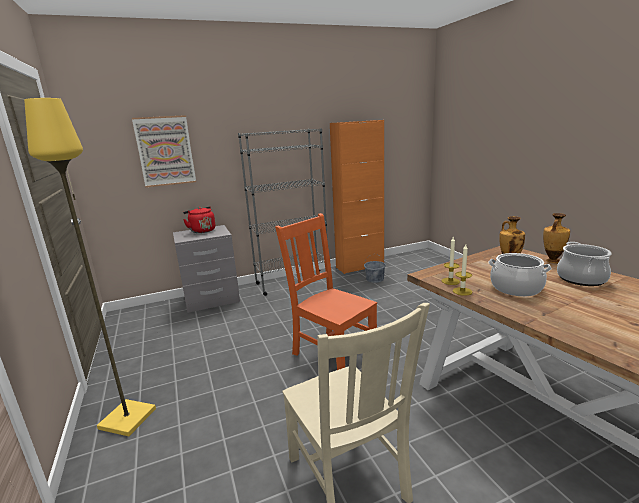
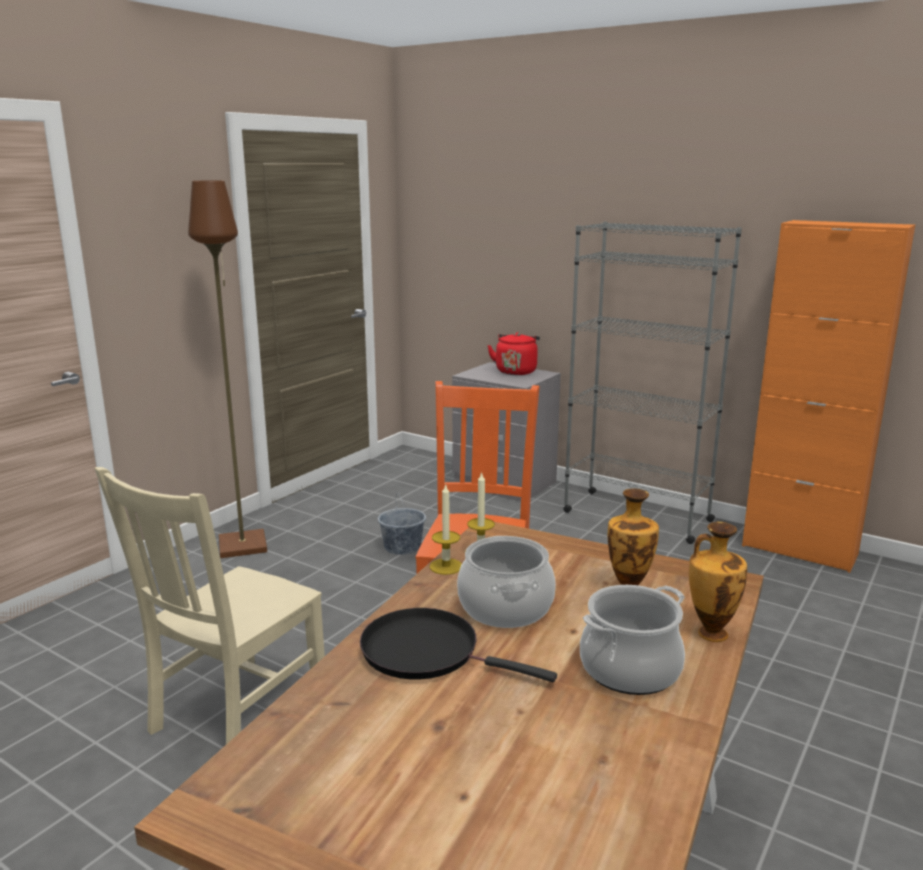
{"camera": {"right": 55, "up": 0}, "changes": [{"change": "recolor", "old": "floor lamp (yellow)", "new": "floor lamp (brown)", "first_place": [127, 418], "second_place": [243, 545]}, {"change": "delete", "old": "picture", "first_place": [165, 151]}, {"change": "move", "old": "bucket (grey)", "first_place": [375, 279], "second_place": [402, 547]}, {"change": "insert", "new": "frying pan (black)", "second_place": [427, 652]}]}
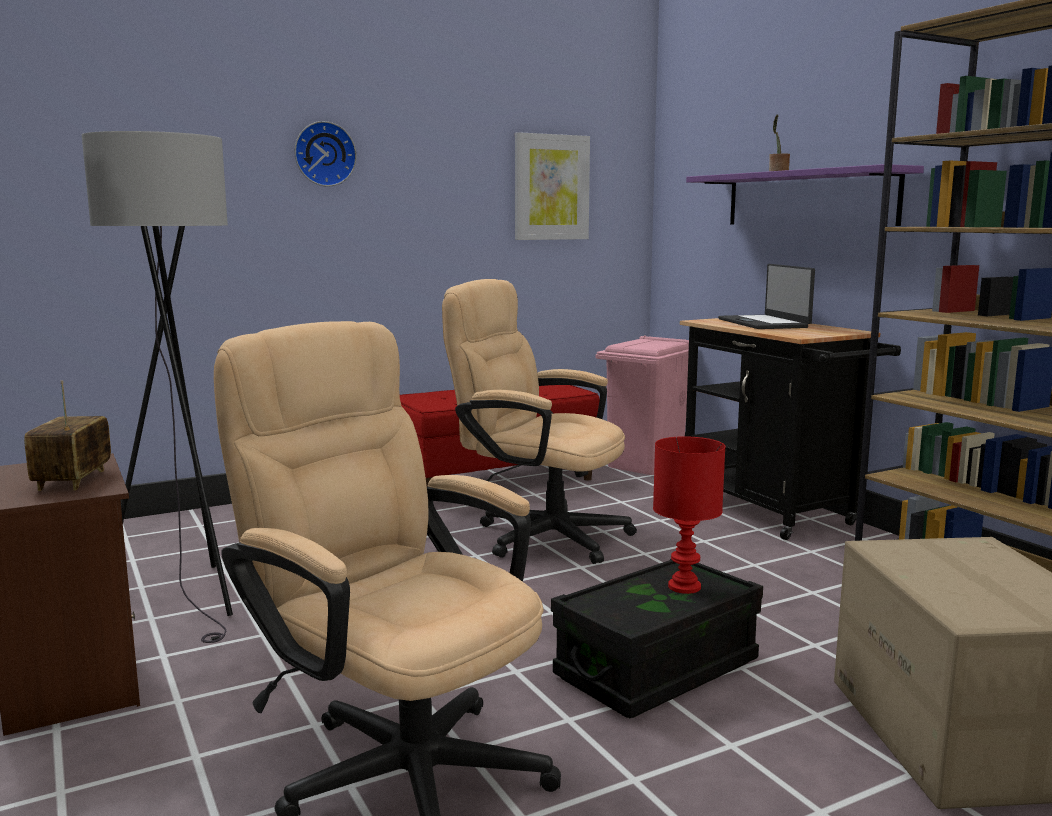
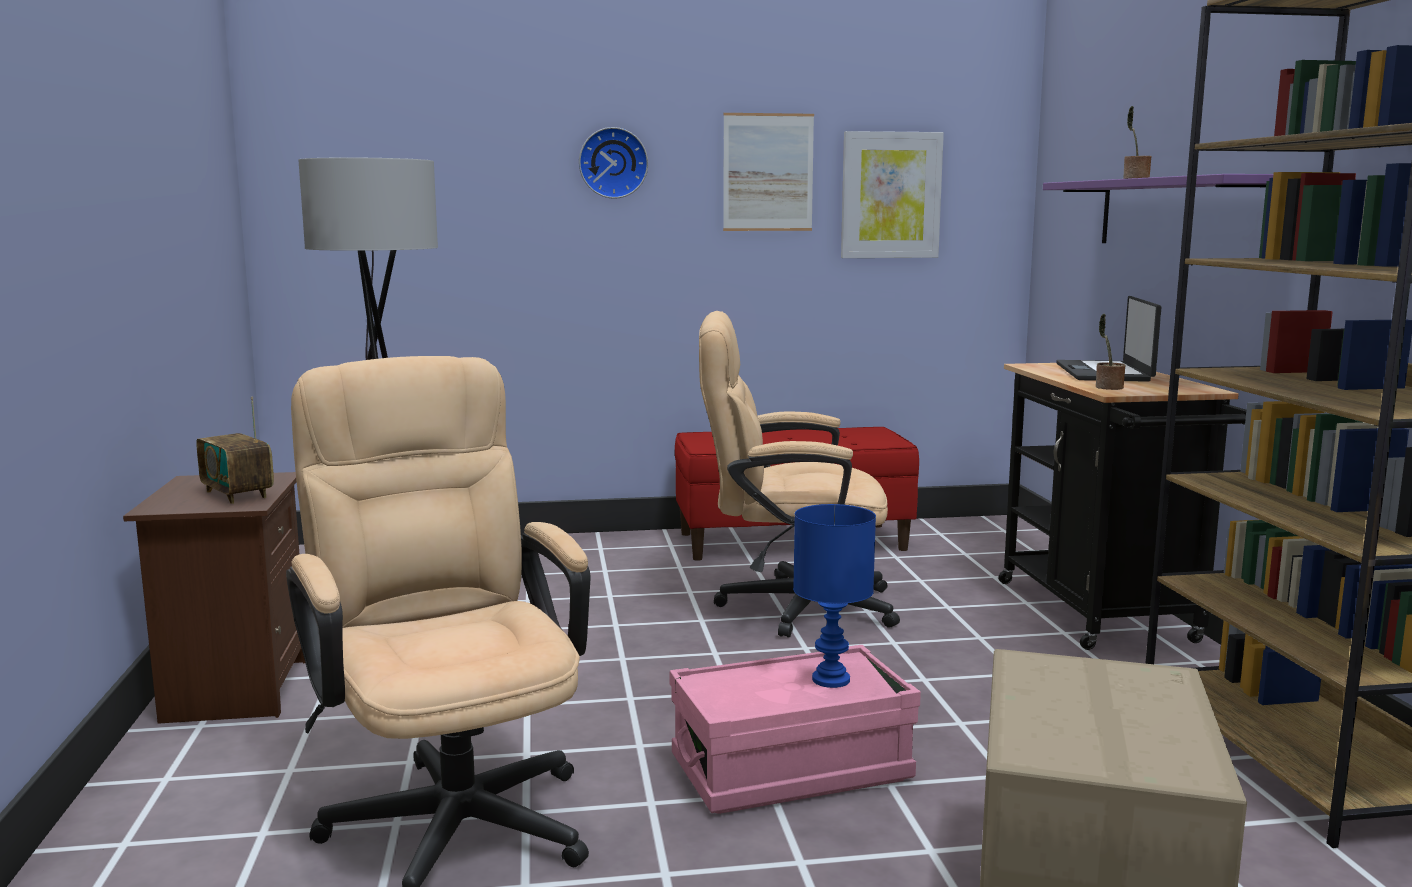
{"camera": {"right": 20, "up": 0}, "changes": [{"change": "rotate", "old": "office chair (beige)", "first_place": [539, 534], "second_place": [789, 606], "degrees": -45}, {"change": "delete", "old": "trash can (pink)", "first_place": [645, 464]}, {"change": "rotate", "old": "radio", "first_place": [73, 480], "second_place": [237, 494], "degrees": -60}, {"change": "recolor", "old": "table lamp (red)", "new": "table lamp (blue)", "first_place": [684, 586], "second_place": [831, 679]}, {"change": "recolor", "old": "storage box (black)", "new": "storage box (pink)", "first_place": [656, 669], "second_place": [790, 769]}, {"change": "insert", "new": "picture", "second_place": [768, 172]}, {"change": "insert", "new": "potted plant", "second_place": [1107, 387]}]}
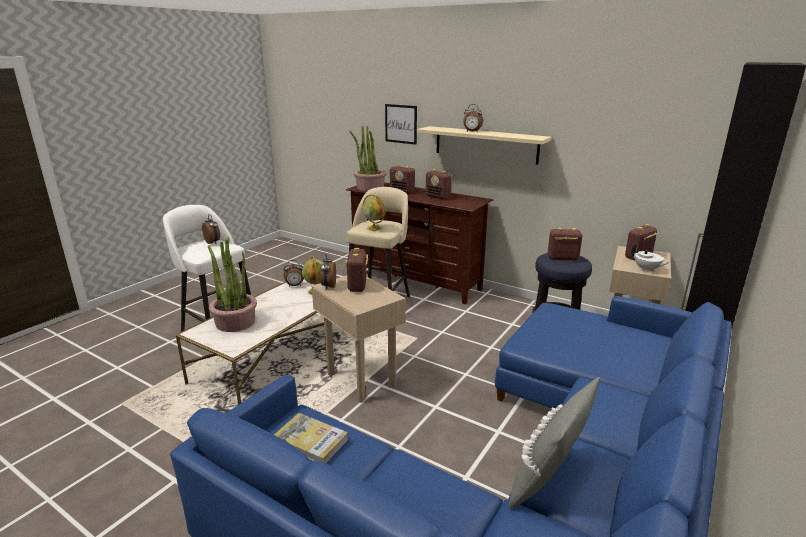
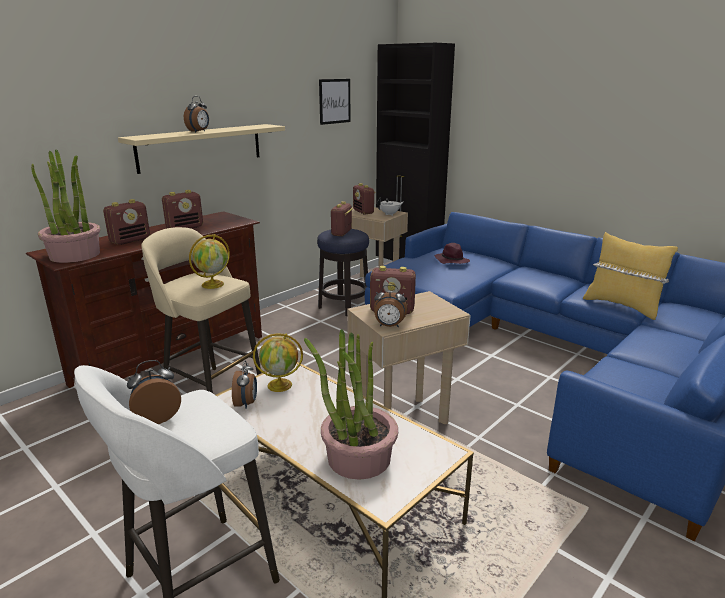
{"camera": {"right": -80, "up": 0}, "changes": [{"change": "move", "old": "picture", "first_place": [401, 124], "second_place": [334, 101]}, {"change": "recolor", "old": "pillow (grey)", "new": "pillow (yellow)", "first_place": [549, 481], "second_place": [622, 306]}, {"change": "delete", "old": "book", "first_place": [310, 441]}, {"change": "insert", "new": "hat (purple)", "second_place": [451, 261]}]}
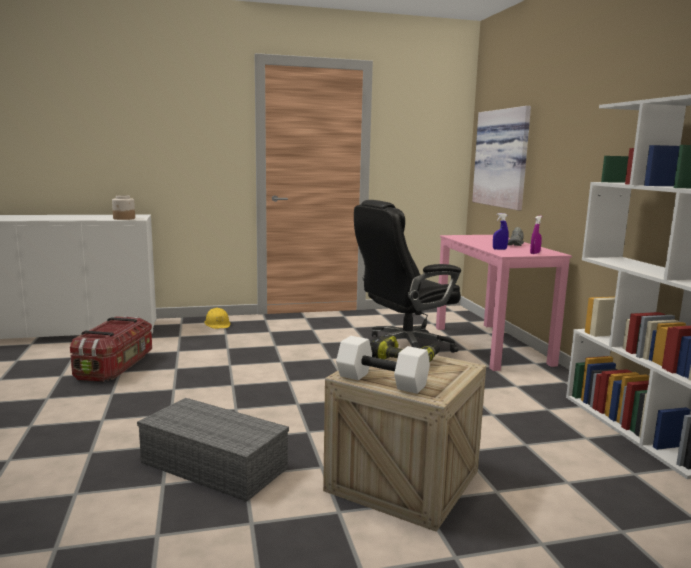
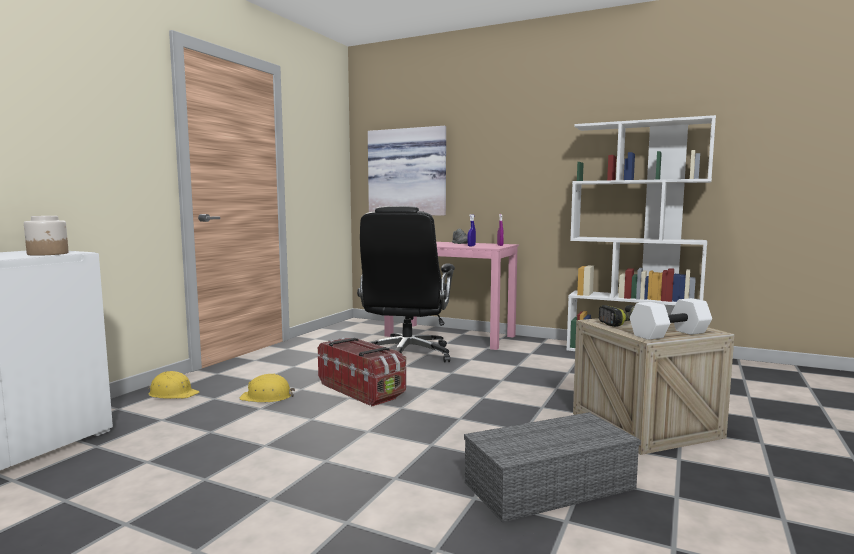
{"camera": {"right": -50, "up": -5}, "changes": [{"change": "move", "old": "storage box", "first_place": [116, 366], "second_place": [362, 390]}, {"change": "insert", "new": "hard hat (yellow)", "second_place": [267, 397]}]}
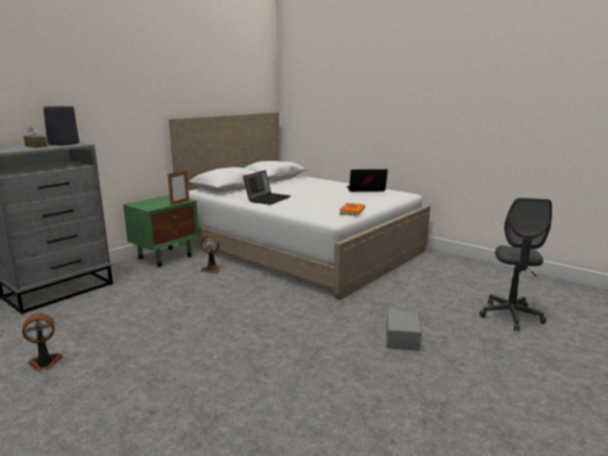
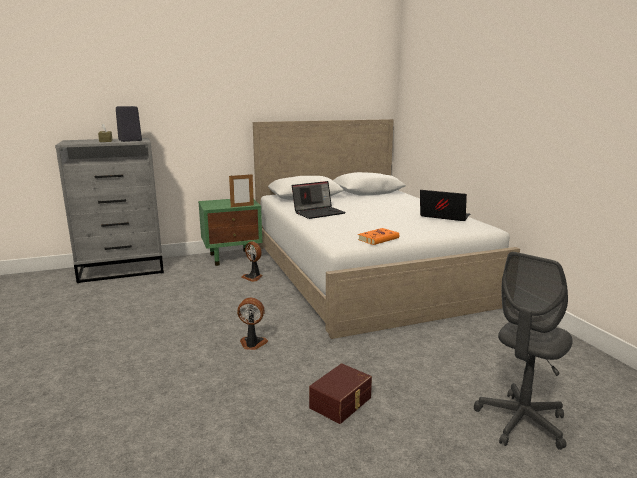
{"camera": {"right": 30, "up": 0}, "changes": [{"change": "recolor", "old": "storage box (grey)", "new": "storage box (brown)", "first_place": [403, 338], "second_place": [342, 403]}, {"change": "move", "old": "fan", "first_place": [45, 363], "second_place": [252, 344]}]}
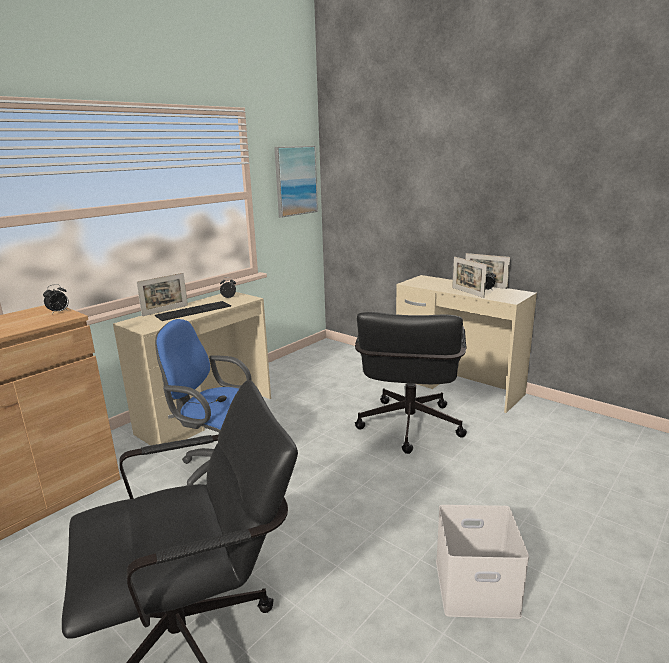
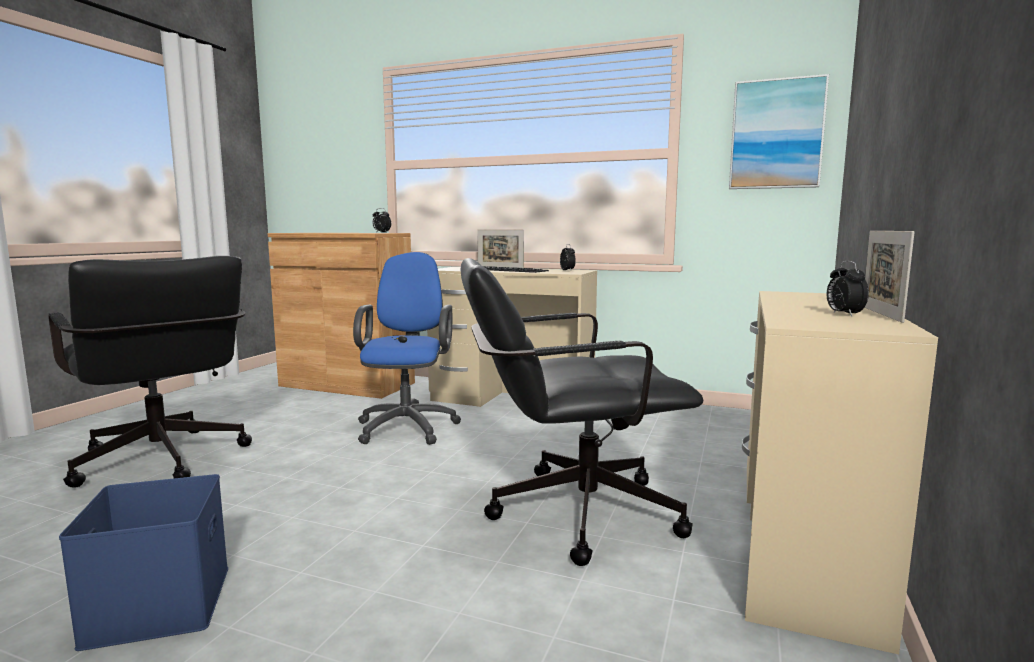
{"camera": {"right": 70, "up": -10}, "changes": [{"change": "delete", "old": "picture frame", "first_place": [467, 292]}, {"change": "recolor", "old": "storage box (white)", "new": "storage box (blue)", "first_place": [474, 588], "second_place": [157, 603]}]}
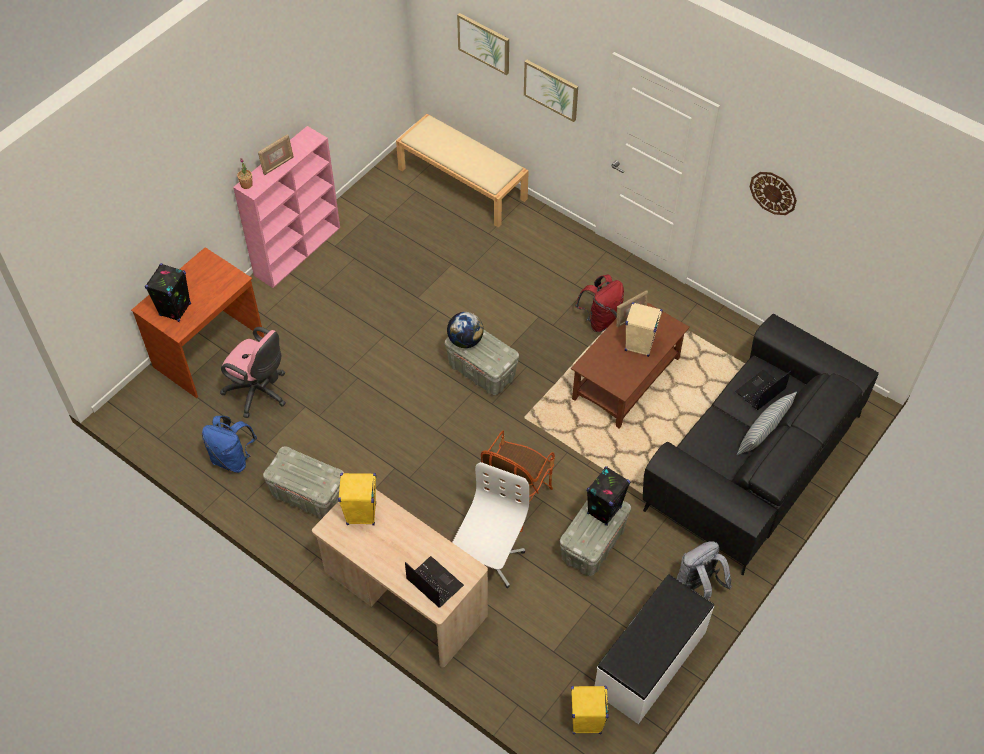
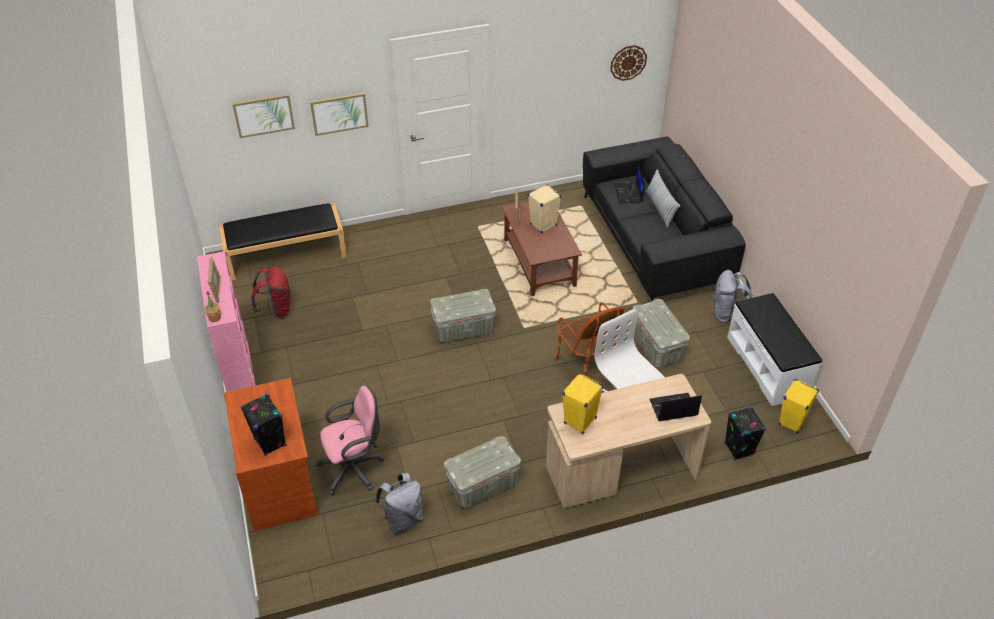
{"camera": {"right": -55, "up": -10}, "changes": [{"change": "recolor", "old": "bench (beige)", "new": "bench (black)", "first_place": [463, 184], "second_place": [286, 254]}, {"change": "move", "old": "wall clock", "first_place": [773, 192], "second_place": [628, 62]}, {"change": "move", "old": "backpack (red)", "first_place": [600, 319], "second_place": [276, 310]}, {"change": "delete", "old": "globe", "first_place": [465, 340]}, {"change": "recolor", "old": "backpack (blue)", "new": "backpack (grey)", "first_place": [233, 459], "second_place": [403, 519]}, {"change": "move", "old": "speaker (black)", "first_place": [604, 510], "second_place": [738, 449]}]}
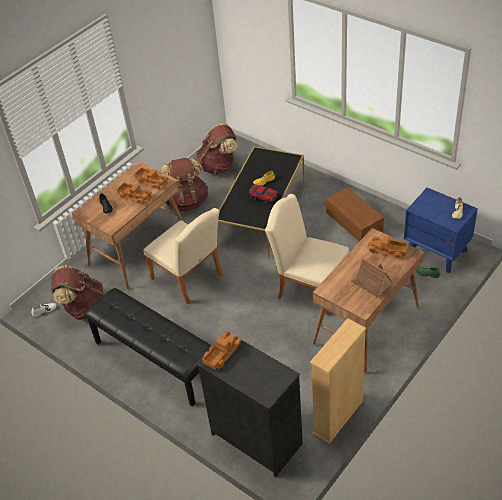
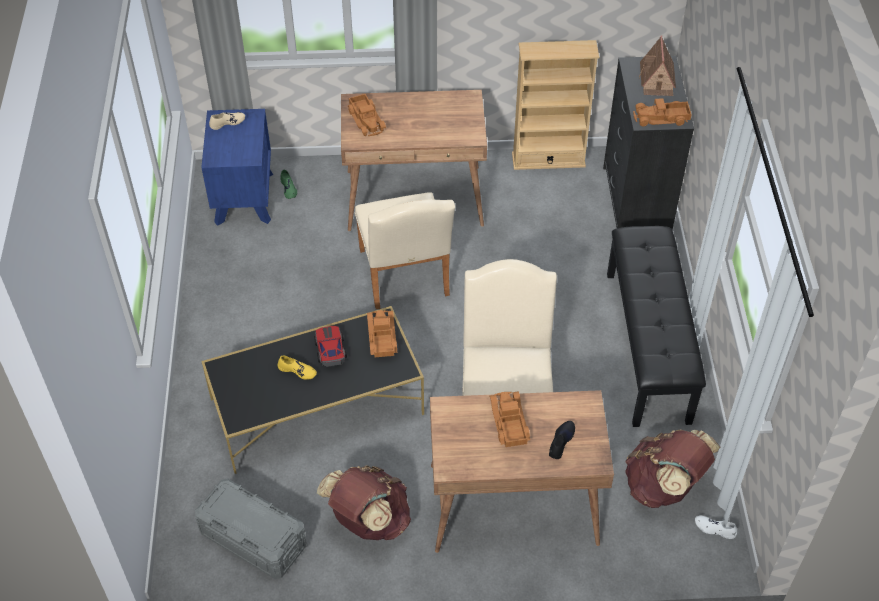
{"camera": {"right": -135, "up": 5}, "changes": [{"change": "replace", "old": "backpack (brown)", "new": "storage box (grey)", "first_place": [219, 166], "second_place": [253, 538]}, {"change": "move", "old": "toy truck", "first_place": [152, 181], "second_place": [381, 337]}, {"change": "delete", "old": "storage box (brown)", "first_place": [355, 221]}, {"change": "move", "old": "toy house", "first_place": [371, 283], "second_place": [657, 80]}]}
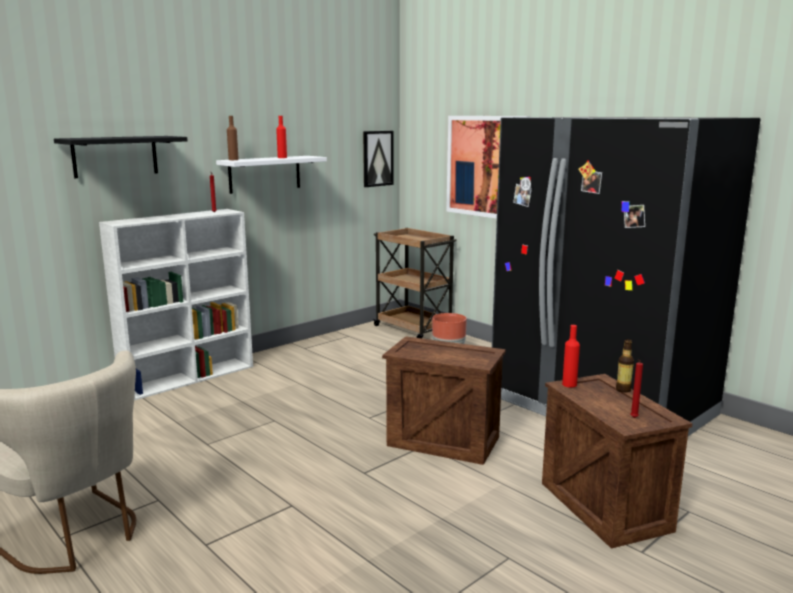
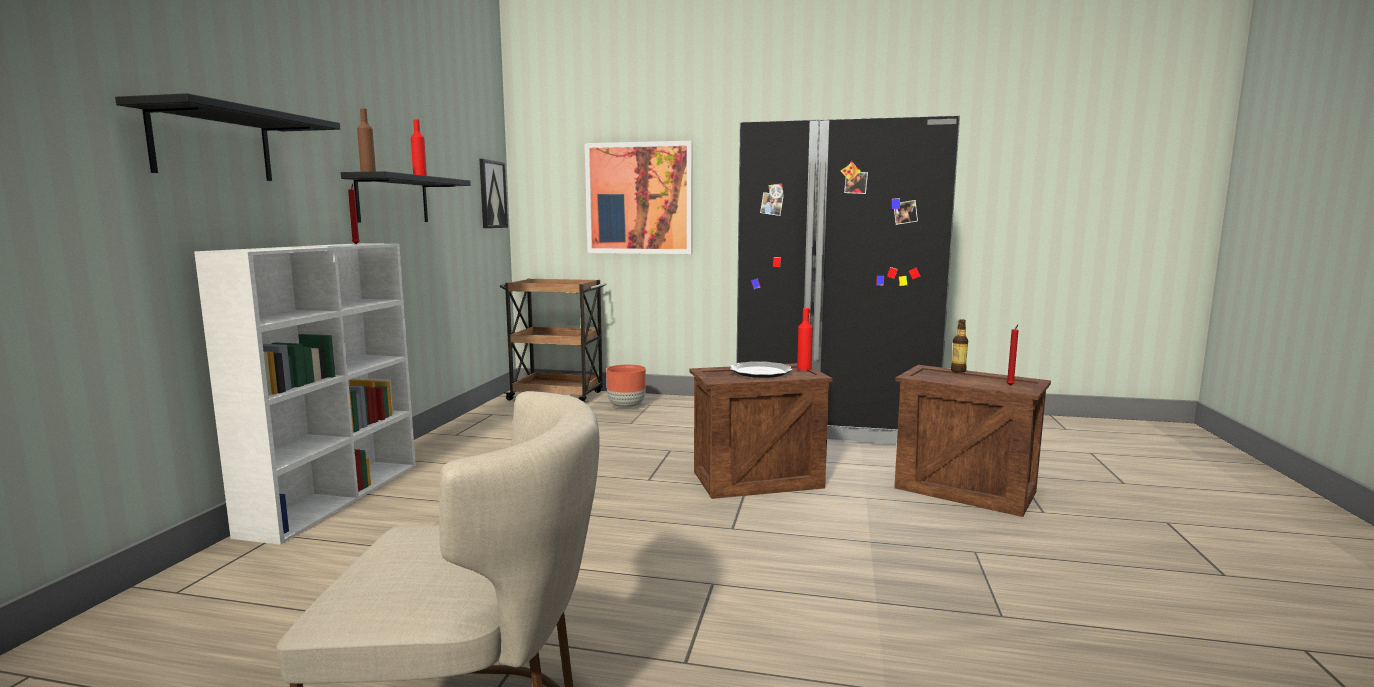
{"camera": {"right": -35, "up": -5}, "changes": [{"change": "recolor", "old": "shelf (white)", "new": "shelf (black)", "first_place": [265, 174], "second_place": [393, 199]}, {"change": "move", "old": "bottle (red)", "first_place": [569, 384], "second_place": [804, 369]}, {"change": "insert", "new": "plate", "second_place": [761, 372]}]}
